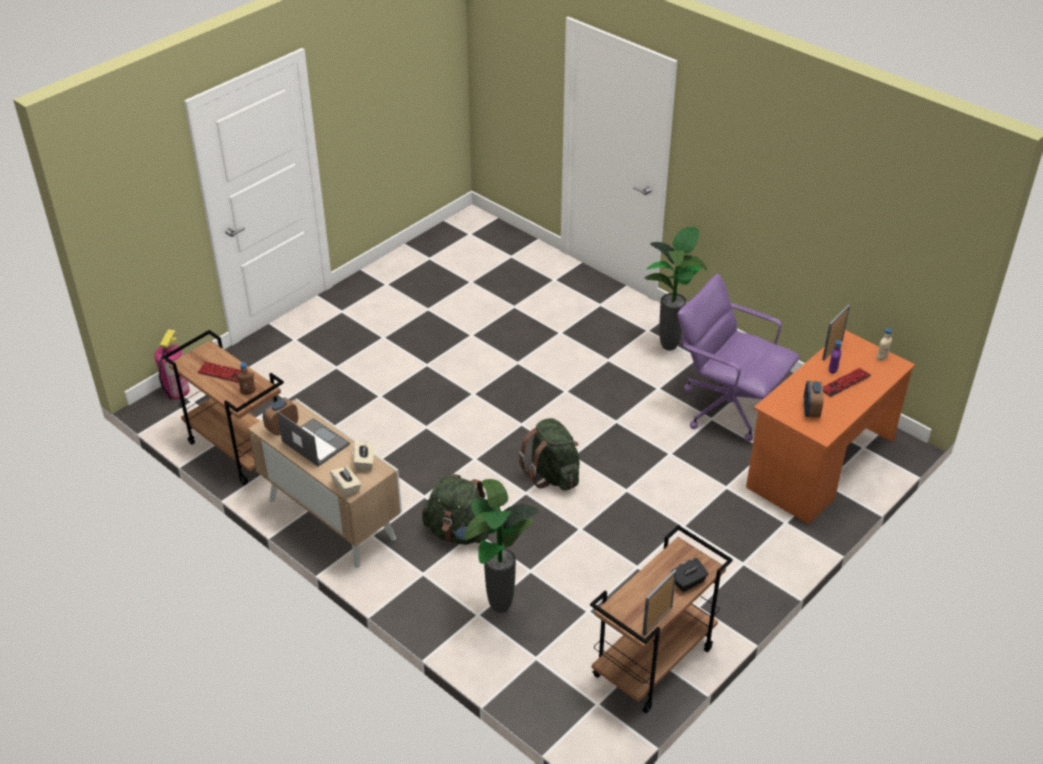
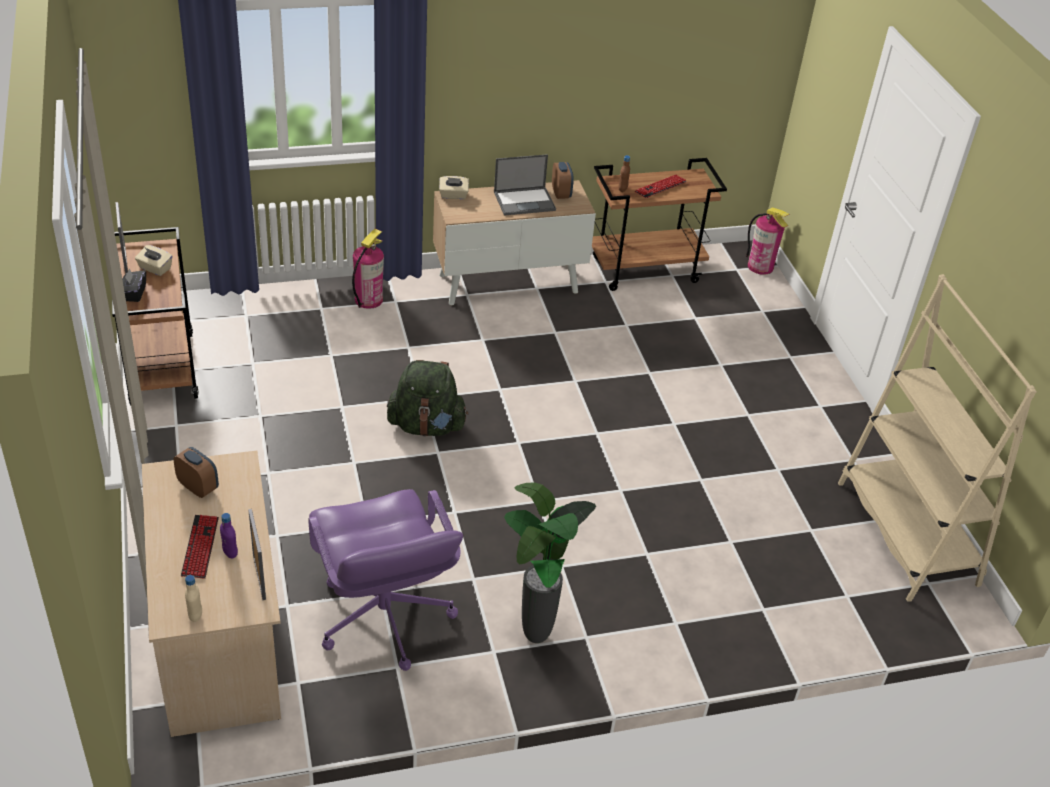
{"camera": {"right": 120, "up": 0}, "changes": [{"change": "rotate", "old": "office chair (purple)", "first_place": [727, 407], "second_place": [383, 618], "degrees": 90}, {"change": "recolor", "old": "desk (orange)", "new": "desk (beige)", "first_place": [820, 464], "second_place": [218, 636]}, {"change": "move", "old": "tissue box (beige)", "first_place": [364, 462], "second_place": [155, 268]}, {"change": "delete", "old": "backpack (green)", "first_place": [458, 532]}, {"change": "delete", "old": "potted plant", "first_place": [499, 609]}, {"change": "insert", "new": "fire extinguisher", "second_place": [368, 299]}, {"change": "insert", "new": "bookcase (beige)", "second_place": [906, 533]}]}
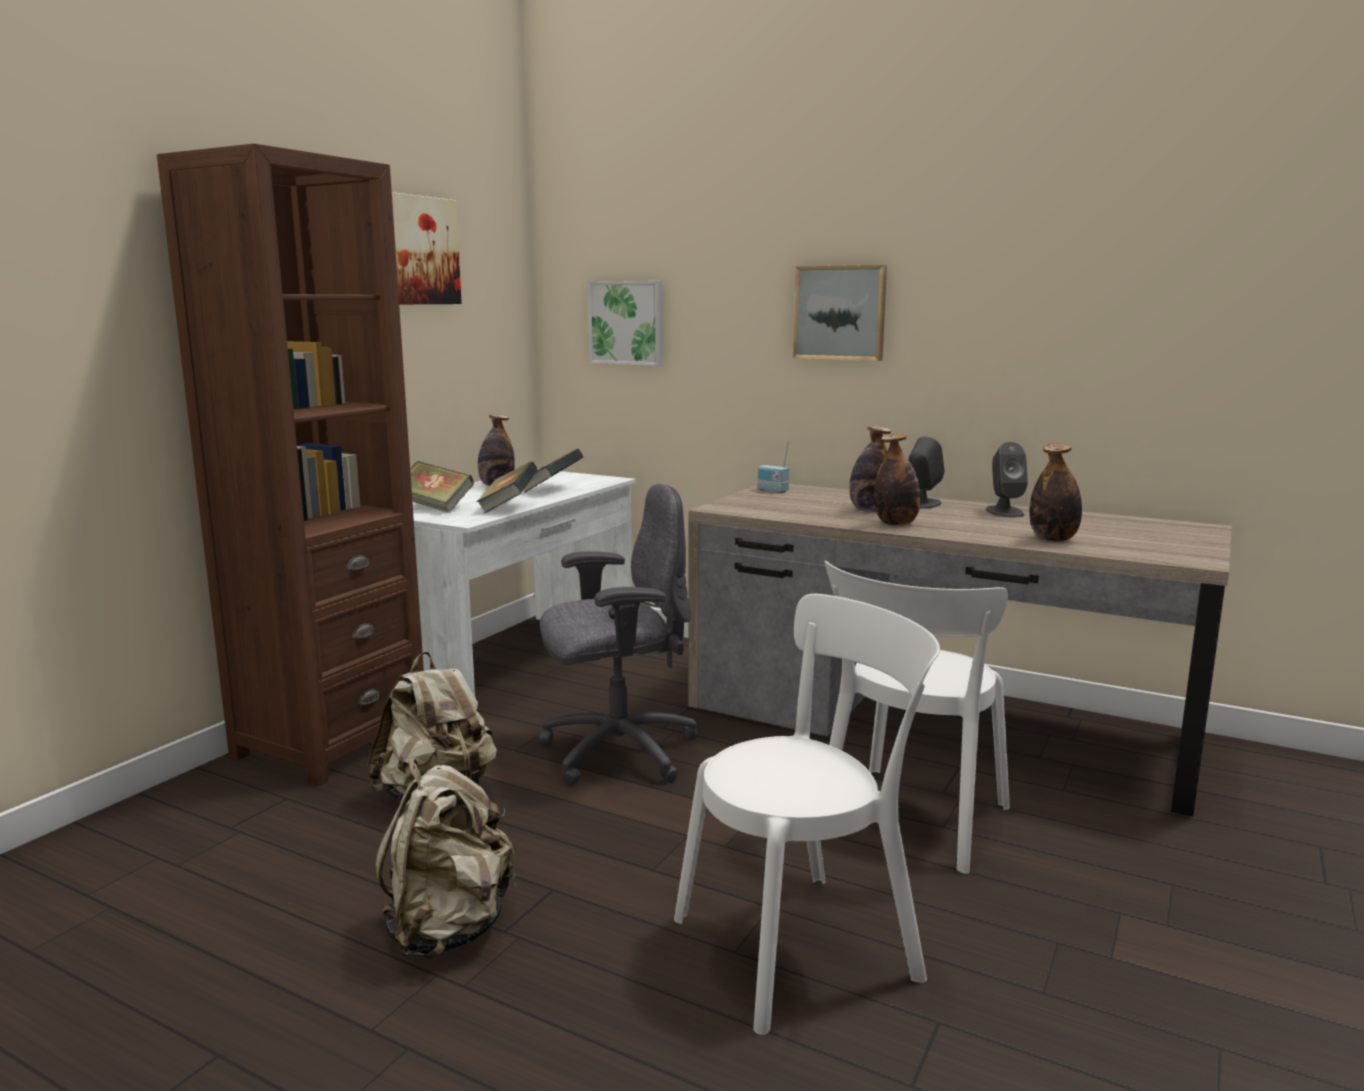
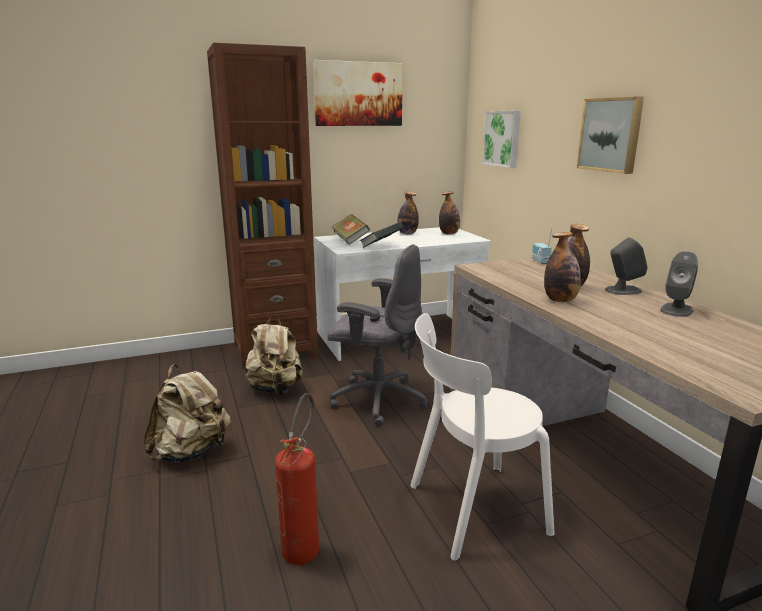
{"camera": {"right": 40, "up": 5}, "changes": [{"change": "move", "old": "bottle", "first_place": [1053, 539], "second_place": [449, 233]}, {"change": "delete", "old": "book", "first_place": [551, 489]}, {"change": "replace", "old": "chair (white)", "new": "fire extinguisher", "first_place": [805, 943], "second_place": [304, 545]}]}
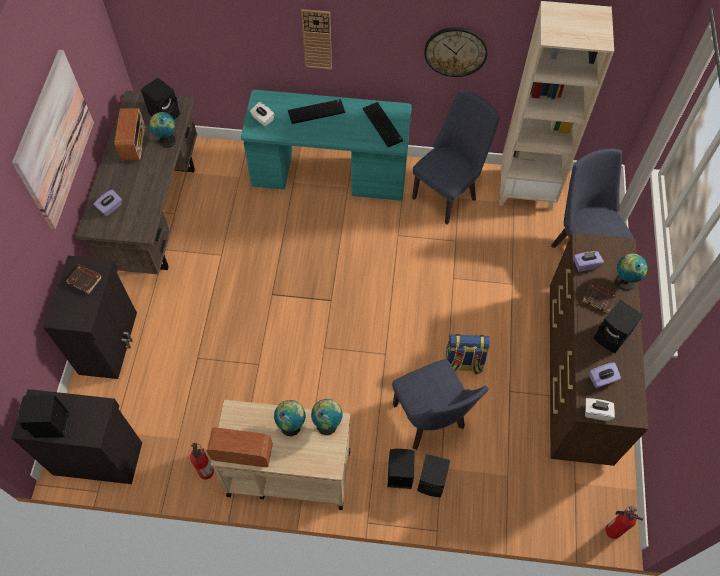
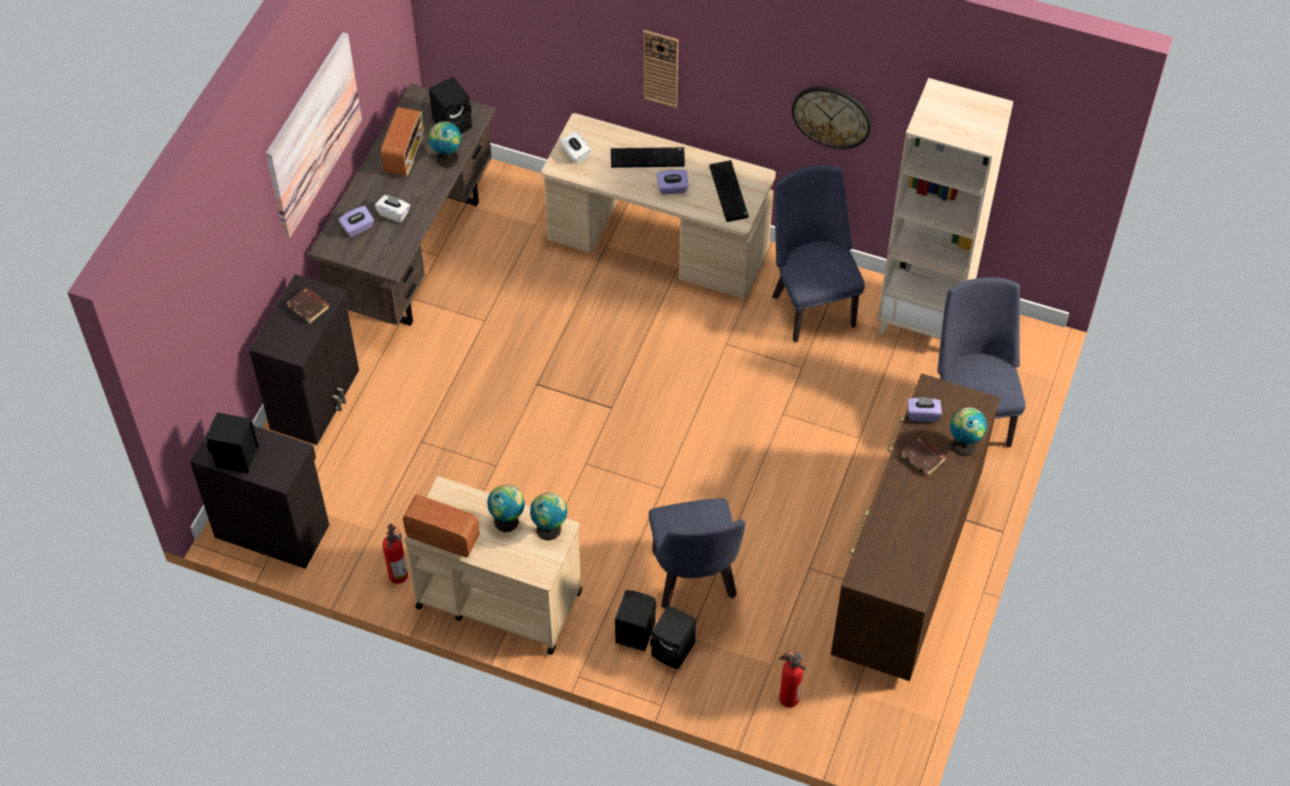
{"camera": {"right": 15, "up": -5}, "changes": [{"change": "recolor", "old": "desk (turquoise)", "new": "desk (beige)", "first_place": [329, 175], "second_place": [658, 245]}, {"change": "rotate", "old": "chair (blue)", "first_place": [447, 194], "second_place": [811, 304], "degrees": -75}, {"change": "delete", "old": "speaker (black)", "first_place": [612, 337]}, {"change": "delete", "old": "backpack", "first_place": [463, 364]}, {"change": "move", "old": "tissue box (purple)", "first_place": [602, 379], "second_place": [672, 188]}, {"change": "move", "old": "tissue box (white)", "first_place": [596, 412], "second_place": [394, 213]}, {"change": "move", "old": "fire extinguisher", "first_place": [612, 530], "second_place": [787, 697]}]}
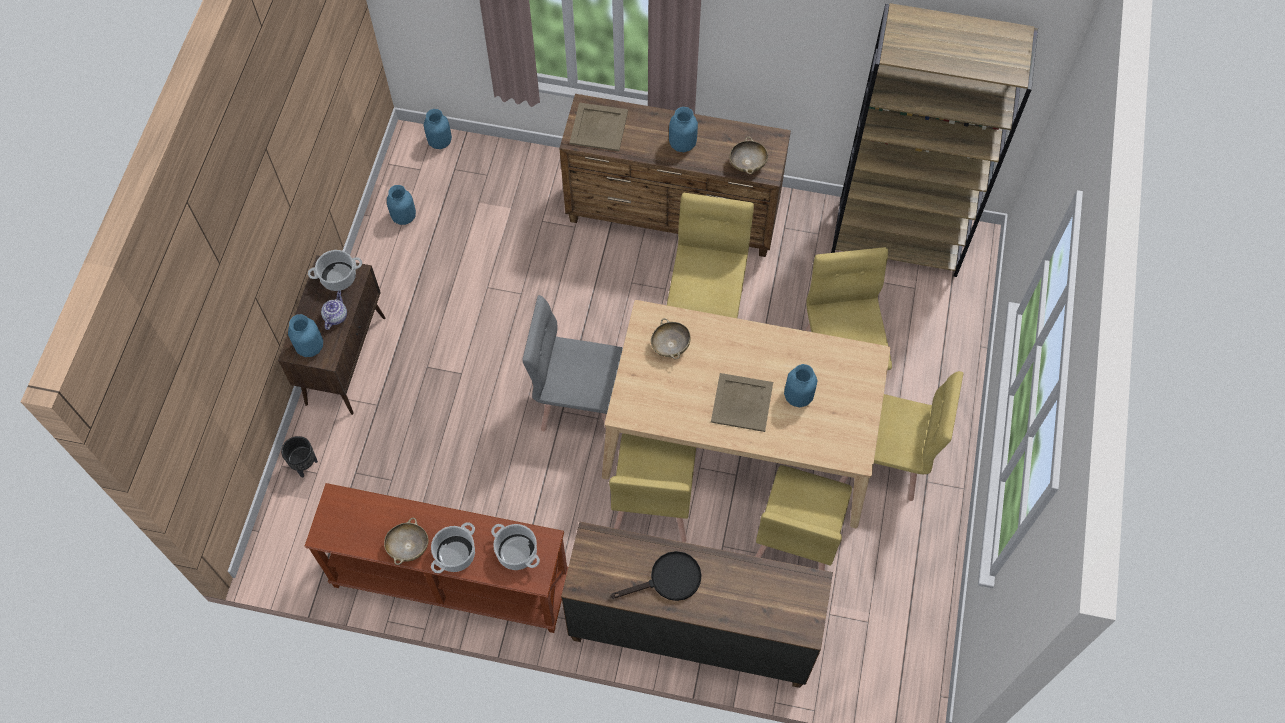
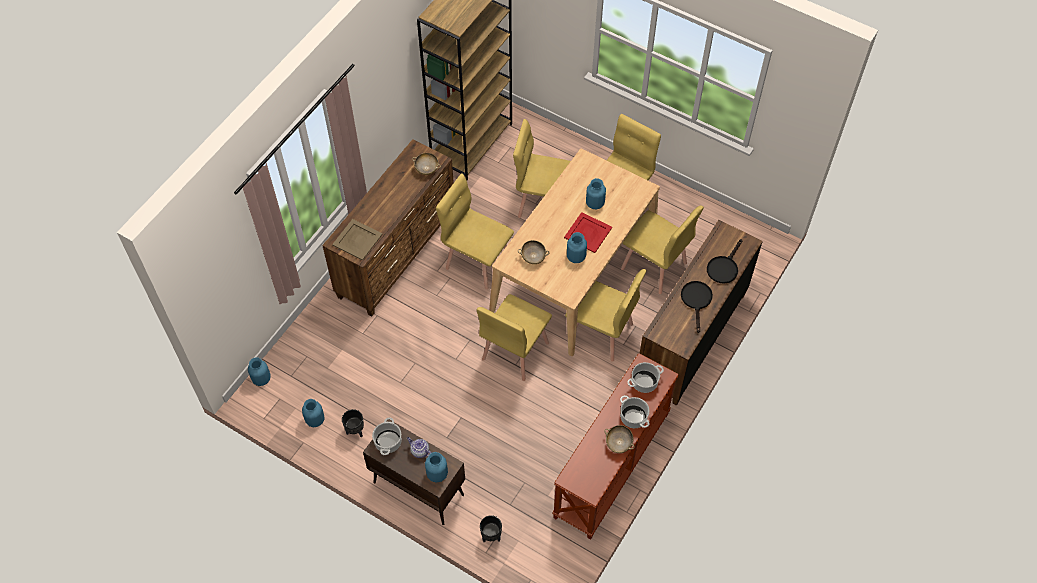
{"camera": {"right": -70, "up": -5}, "changes": [{"change": "move", "old": "vase (blue)", "first_place": [682, 143], "second_place": [576, 257]}, {"change": "recolor", "old": "chair (grey)", "new": "chair (yellow)", "first_place": [582, 404], "second_place": [514, 351]}, {"change": "recolor", "old": "tray (beige)", "new": "tray (red)", "first_place": [742, 402], "second_place": [588, 232]}, {"change": "insert", "new": "frying pan (black)", "second_place": [724, 267]}, {"change": "insert", "new": "planter (black)", "second_place": [355, 430]}]}
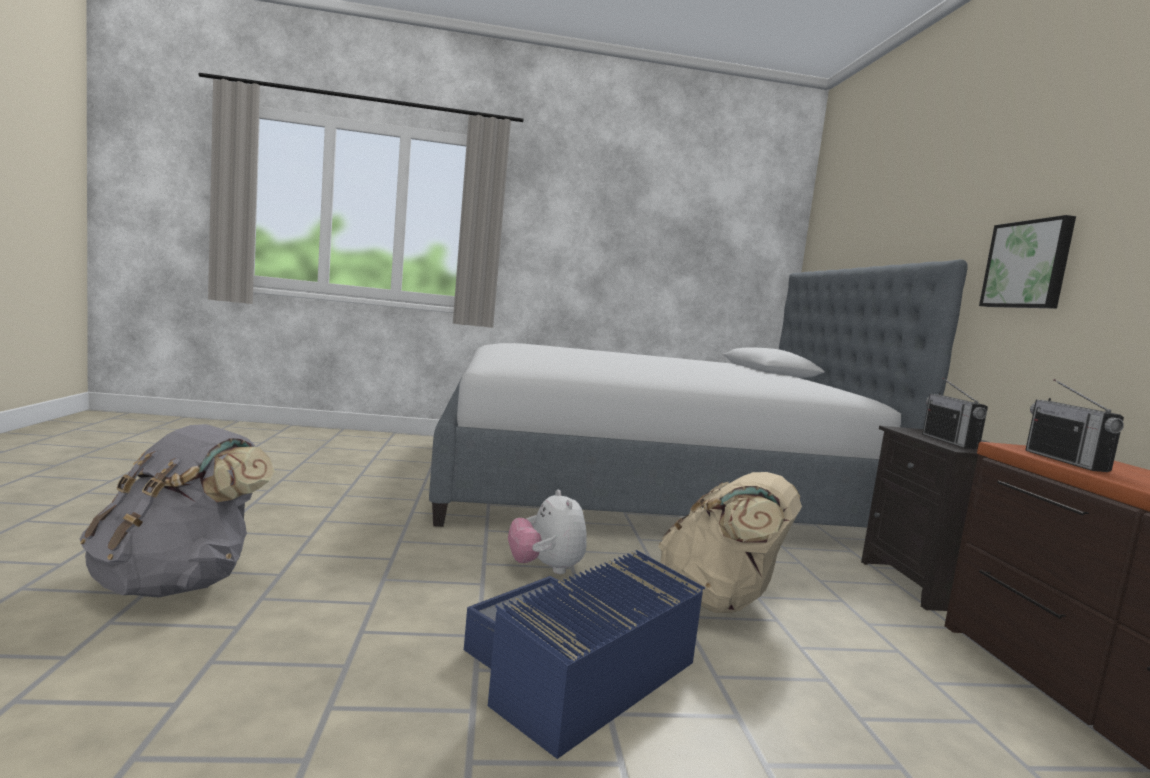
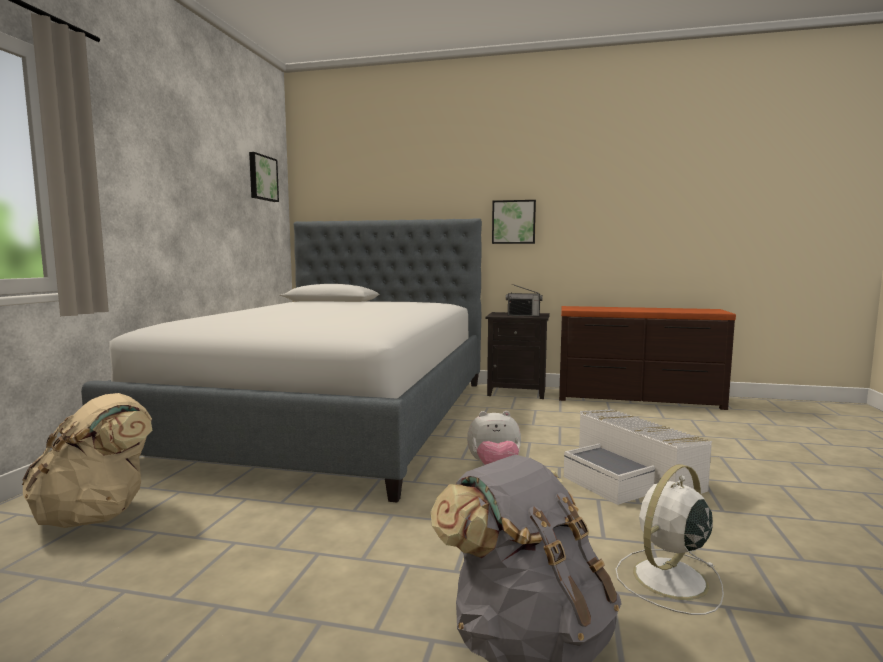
{"camera": {"right": -70, "up": 0}, "changes": [{"change": "delete", "old": "radio", "first_place": [1065, 461]}, {"change": "move", "old": "backpack (beige)", "first_place": [720, 602], "second_place": [97, 515]}, {"change": "recolor", "old": "storage box (blue)", "new": "storage box (white)", "first_place": [575, 671], "second_place": [630, 478]}, {"change": "insert", "new": "picture", "second_place": [262, 178]}, {"change": "insert", "new": "fan (white)", "second_place": [668, 580]}]}
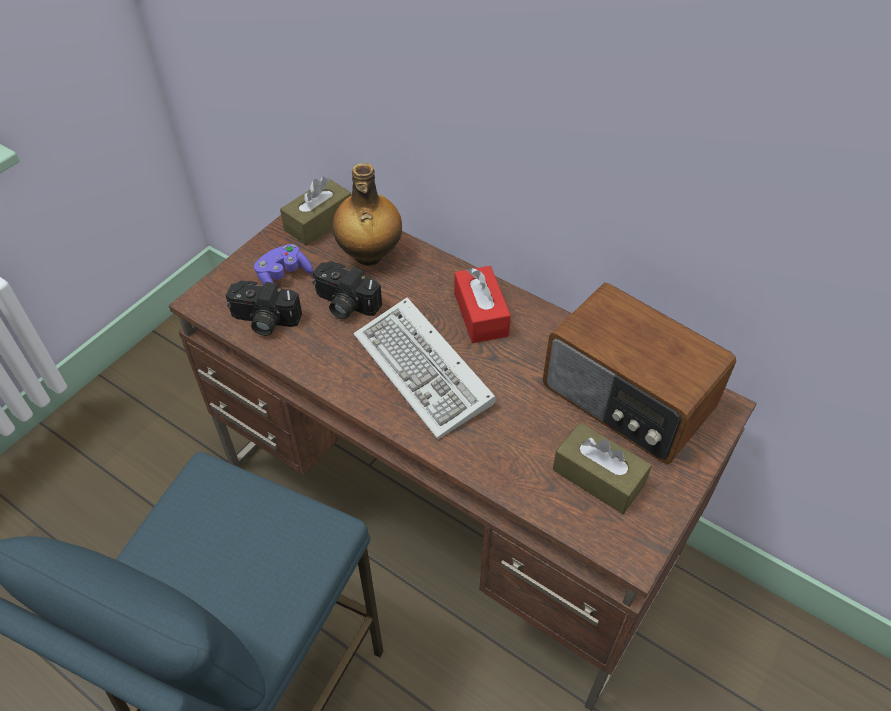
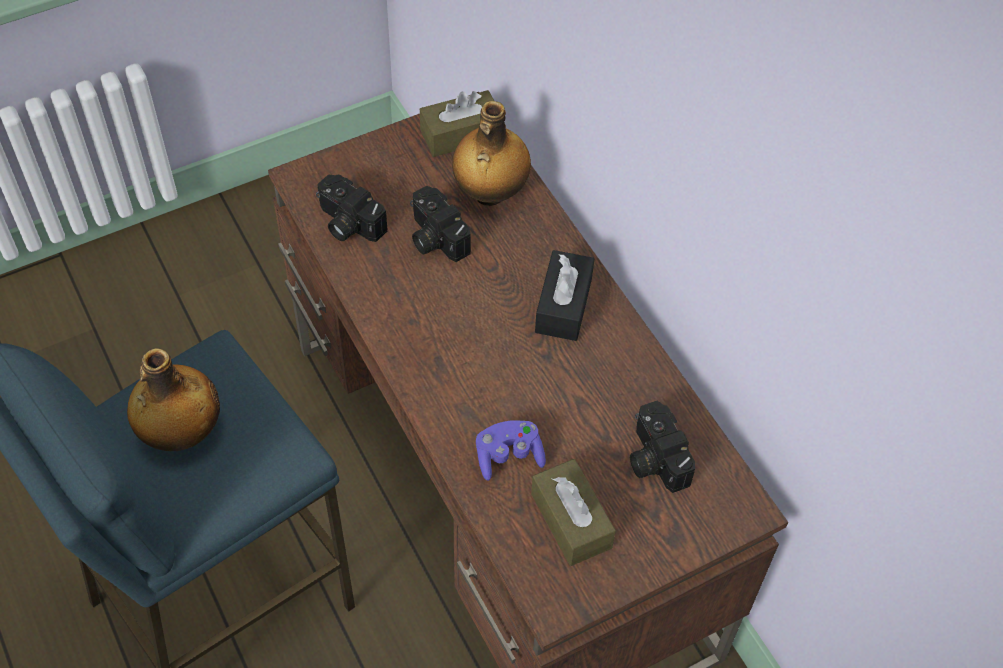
{"camera": {"right": 25, "up": 5}, "changes": [{"change": "move", "old": "game controller (purple)", "first_place": [283, 277], "second_place": [508, 456]}, {"change": "recolor", "old": "tissue box (red)", "new": "tissue box (black)", "first_place": [480, 314], "second_place": [563, 305]}, {"change": "replace", "old": "radio", "new": "photo camera", "first_place": [627, 399], "second_place": [653, 458]}, {"change": "delete", "old": "keyboard", "first_place": [426, 372]}, {"change": "insert", "new": "bottle", "second_place": [181, 433]}]}
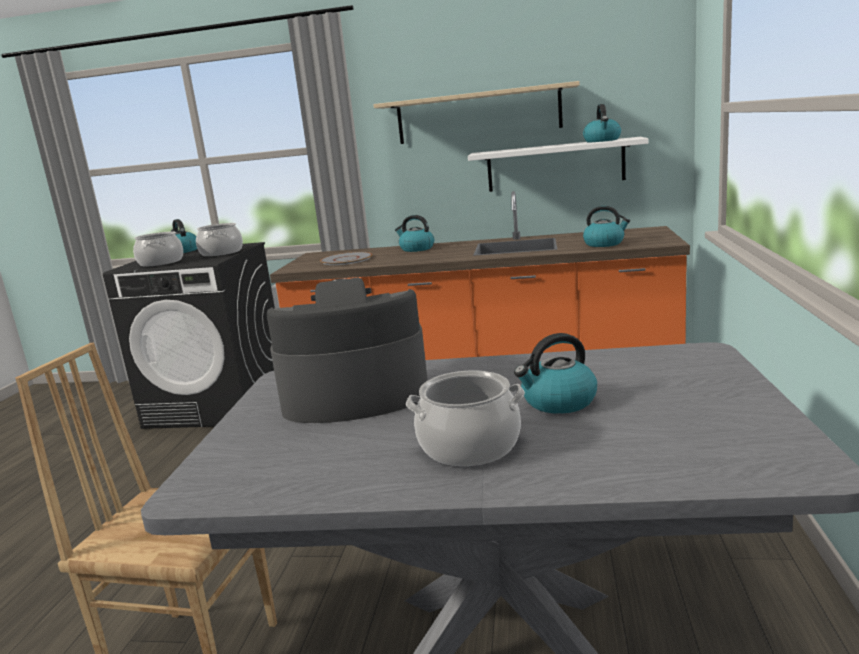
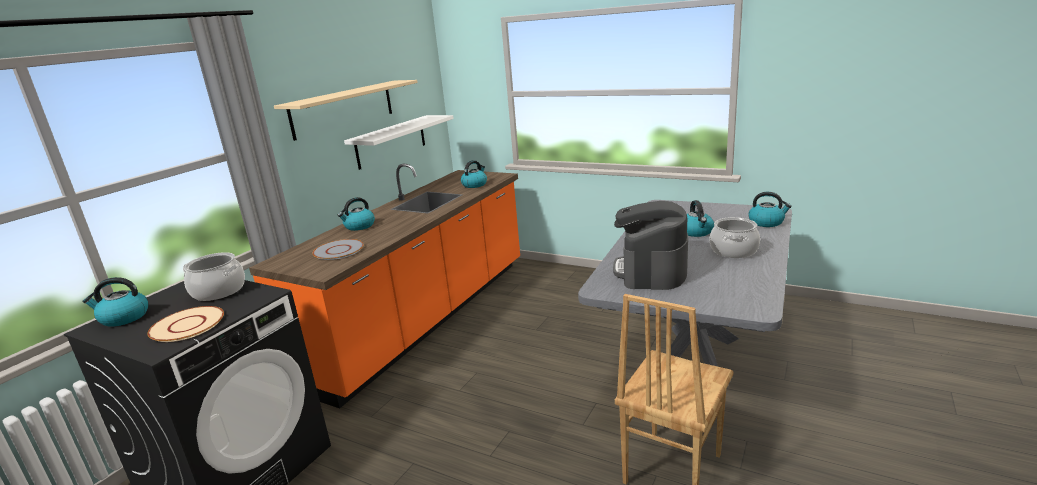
{"camera": {"right": -70, "up": 5}, "changes": [{"change": "move", "old": "kettle", "first_place": [602, 141], "second_place": [766, 222]}, {"change": "replace", "old": "cooking pot", "new": "plate (beige)", "first_place": [160, 263], "second_place": [187, 325]}]}
